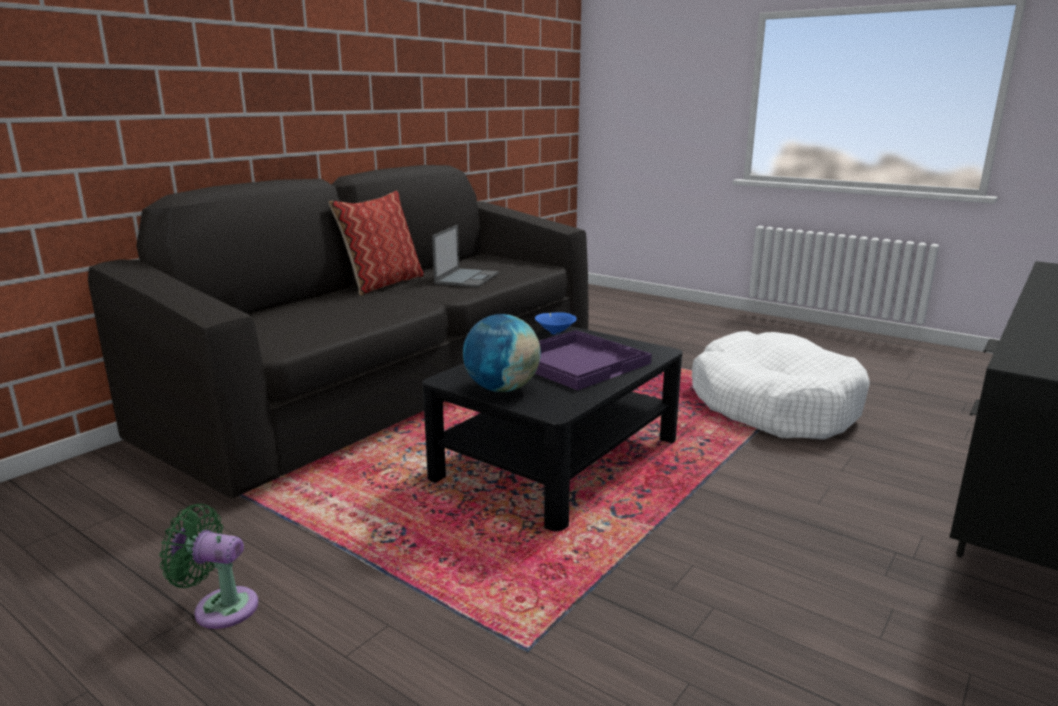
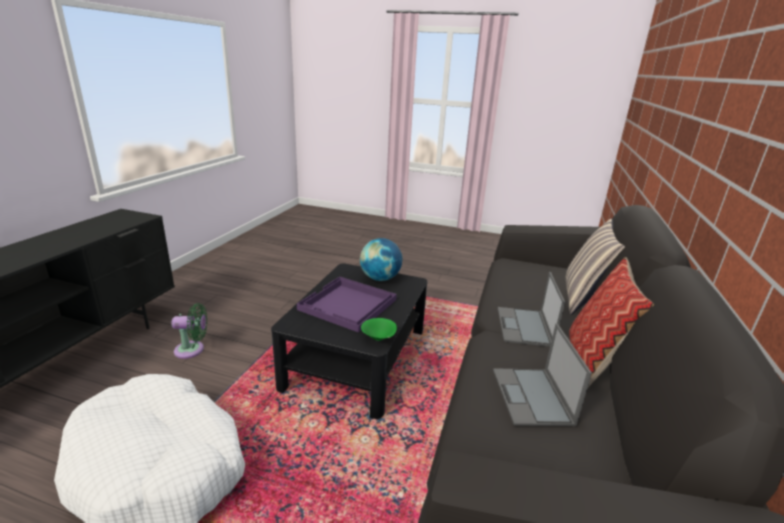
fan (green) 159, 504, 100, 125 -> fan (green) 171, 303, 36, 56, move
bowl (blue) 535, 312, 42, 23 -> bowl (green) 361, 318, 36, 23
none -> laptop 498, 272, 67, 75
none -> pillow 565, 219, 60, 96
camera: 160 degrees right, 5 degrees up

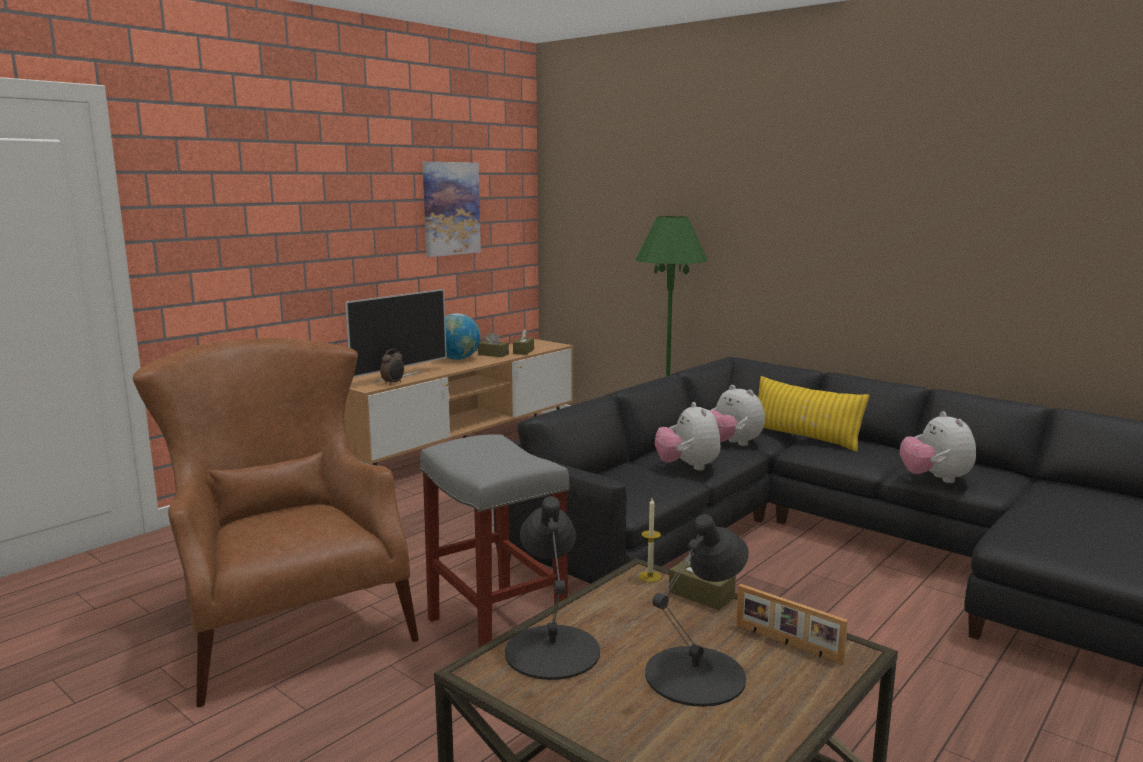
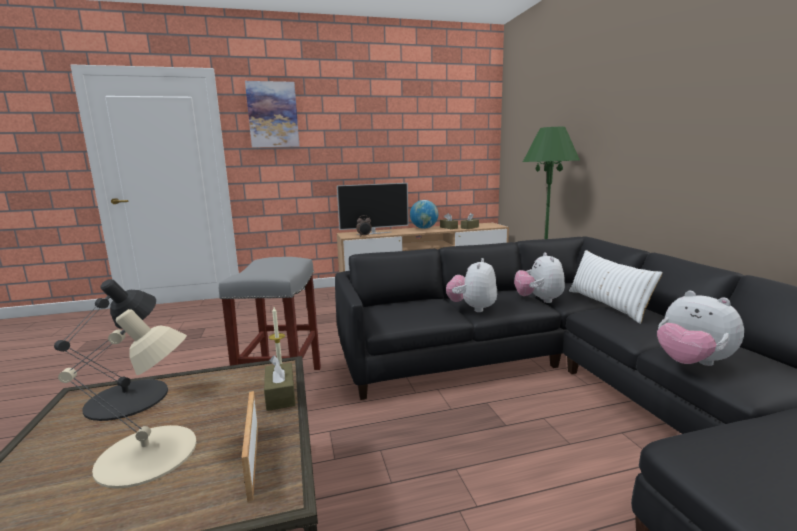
armchair (brown) 133, 338, 286, 369 -> none
picture 423, 162, 58, 95 -> picture 245, 81, 55, 67, move
table lamp (black) 645, 514, 104, 193 -> table lamp (beige) 58, 309, 138, 179
pillow (yellow) 758, 376, 112, 76 -> pillow (white) 569, 250, 94, 74
plush toy 900, 411, 76, 72 -> plush toy 657, 291, 87, 75, 60 degrees counterclockwise
camera: 35 degrees right, 0 degrees up

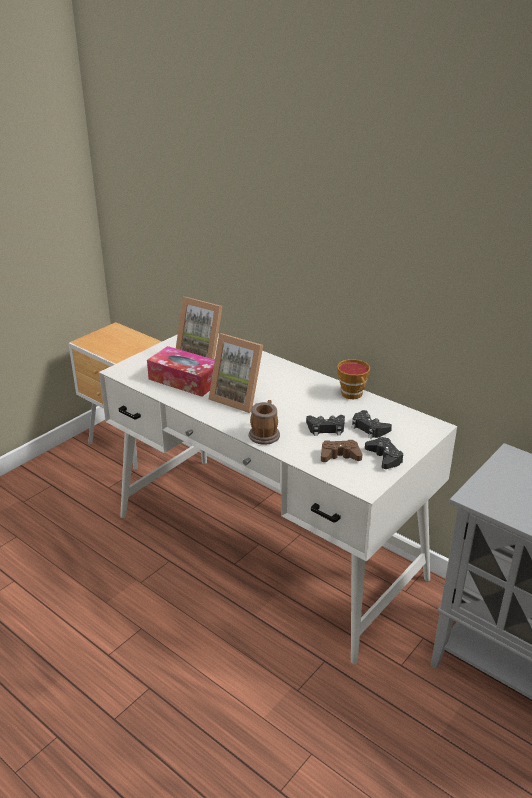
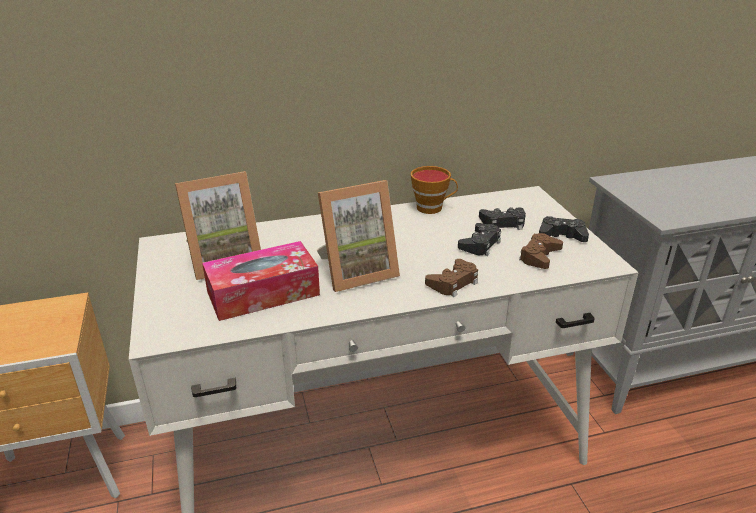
mug 249, 400, 31, 45 -> game controller (brown) 425, 259, 53, 38
camera: 55 degrees left, 0 degrees up

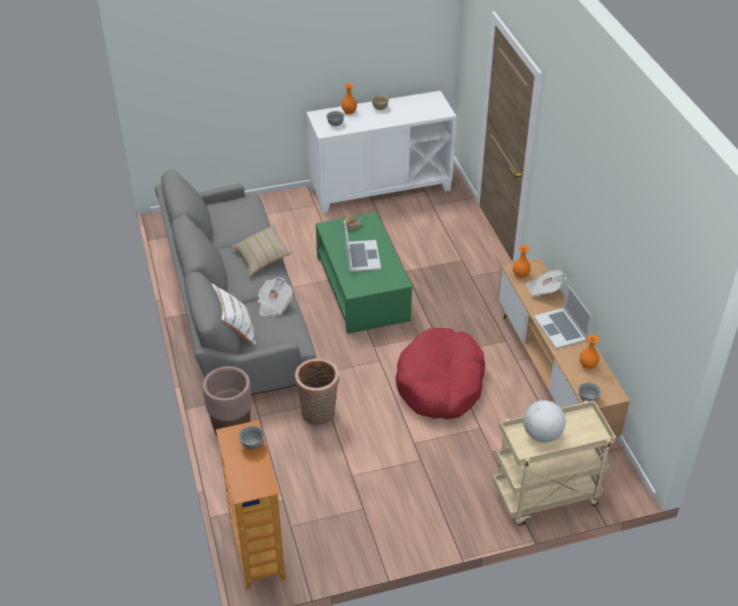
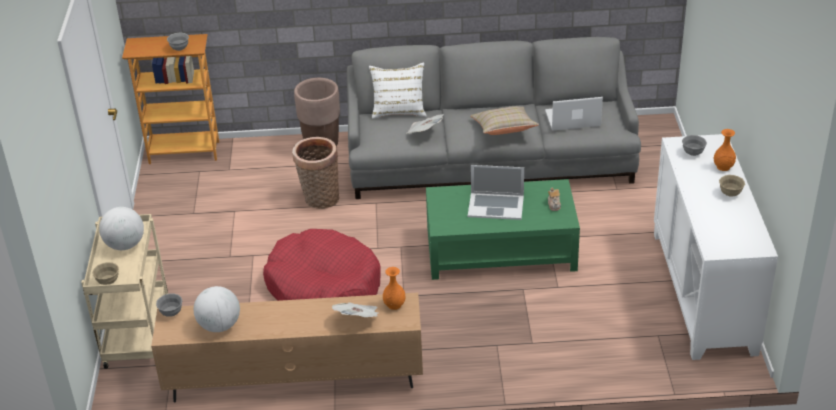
laptop 534, 285, 58, 64 -> laptop 545, 97, 58, 34, move
vase (orange) 579, 334, 20, 36 -> globe 194, 286, 46, 46
none -> bowl (beige) 92, 262, 27, 23
camera: 105 degrees right, 5 degrees down

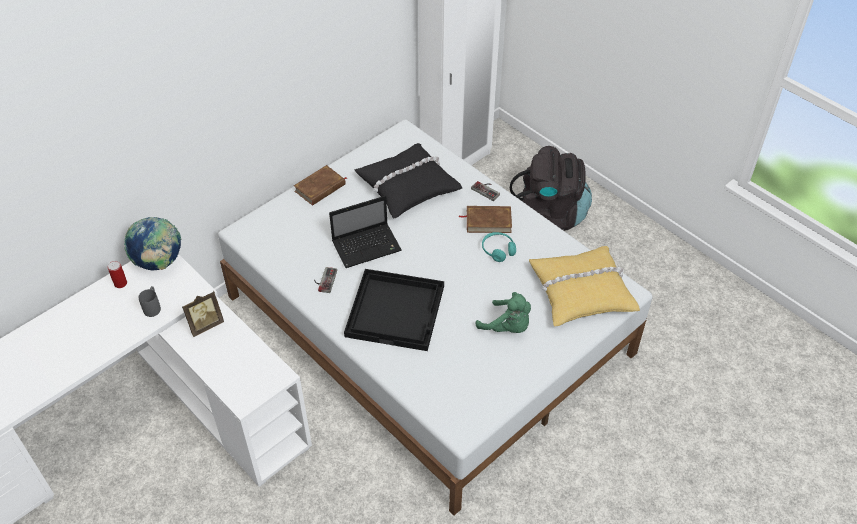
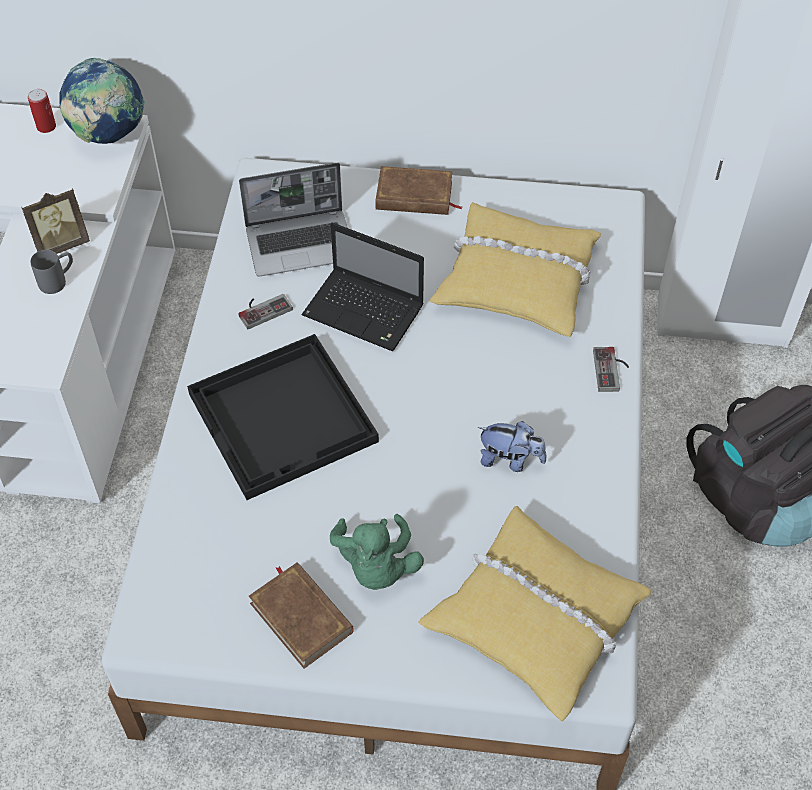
mug (grey) 138, 286, 23, 31 -> mug (grey) 30, 250, 43, 44, move
picture frame 182, 291, 42, 46 -> picture frame 21, 188, 69, 66, 45 degrees counterclockwise
pillow (black) 355, 143, 107, 76 -> pillow (yellow) 430, 202, 171, 135
book (brown) 459, 206, 53, 27 -> book (brown) 249, 562, 105, 107, move
headphones (turquoise) 482, 232, 34, 30 -> plush toy 478, 421, 68, 51
none -> laptop 239, 163, 109, 114
camera: 50 degrees right, 5 degrees up

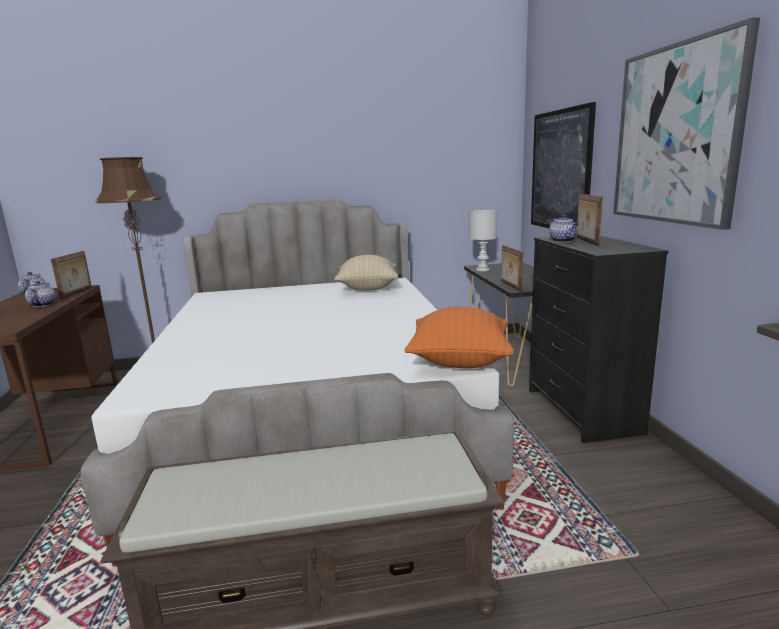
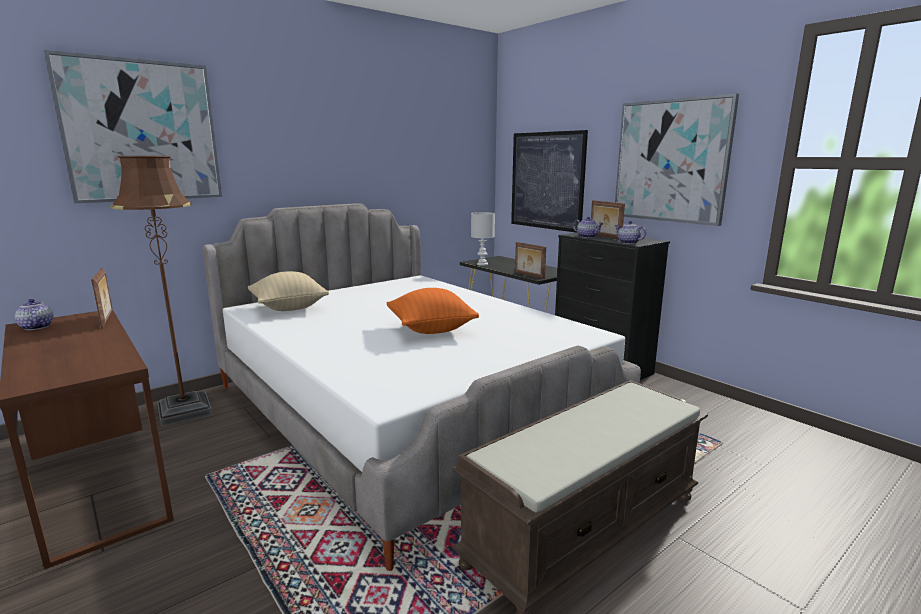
teapot 25, 281, 30, 26 -> teapot 614, 221, 32, 23, move
pillow (beige) 334, 255, 64, 36 -> pillow (beige) 248, 271, 81, 40, move
pillow (orange) 404, 307, 110, 61 -> pillow (orange) 387, 288, 92, 46, move
none -> picture 44, 50, 178, 153
camera: 30 degrees left, 0 degrees up

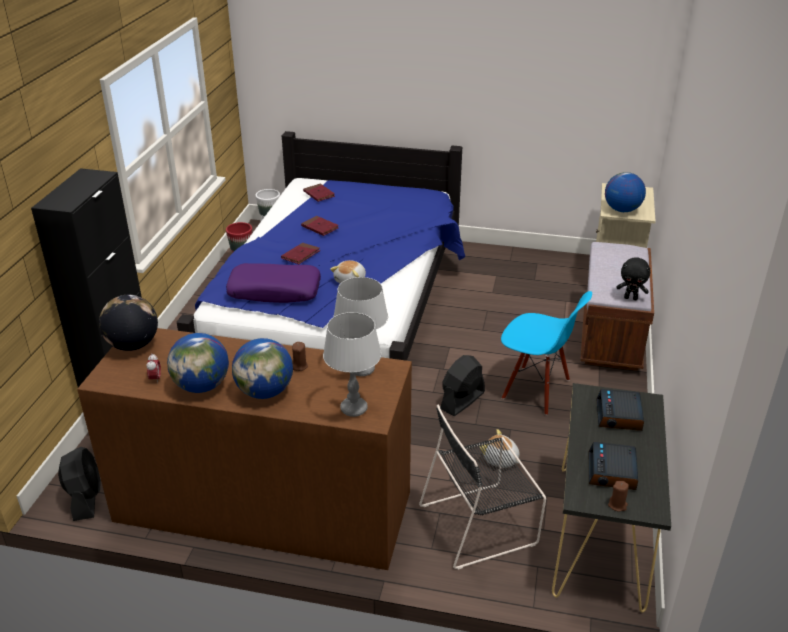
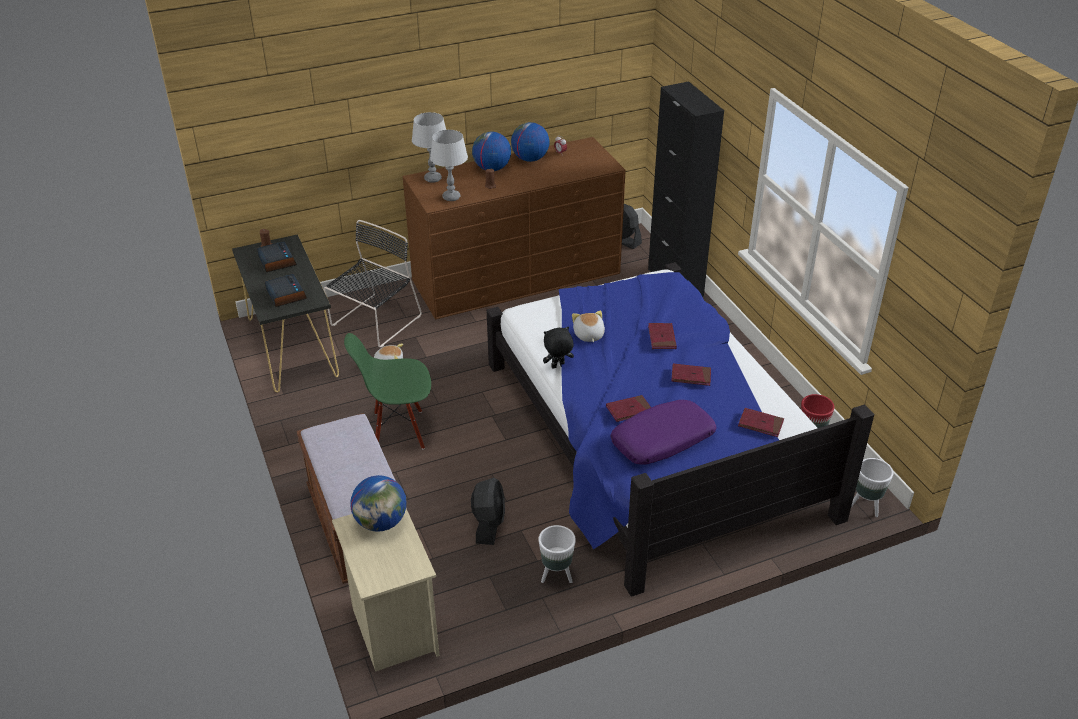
globe 99, 295, 59, 56 -> none
pillow (purple) 226, 263, 95, 40 -> pillow (purple) 610, 400, 107, 65, move
fan (black) 441, 355, 44, 61 -> fan (black) 471, 478, 34, 67, move
chair (blue) 501, 291, 91, 124 -> chair (green) 344, 333, 87, 116
plush toy (black) 616, 257, 34, 43 -> plush toy (black) 543, 327, 31, 41, move
none -> planter (white) 539, 525, 37, 58
none -> book (red) 606, 395, 45, 27
camera: 145 degrees right, 5 degrees up

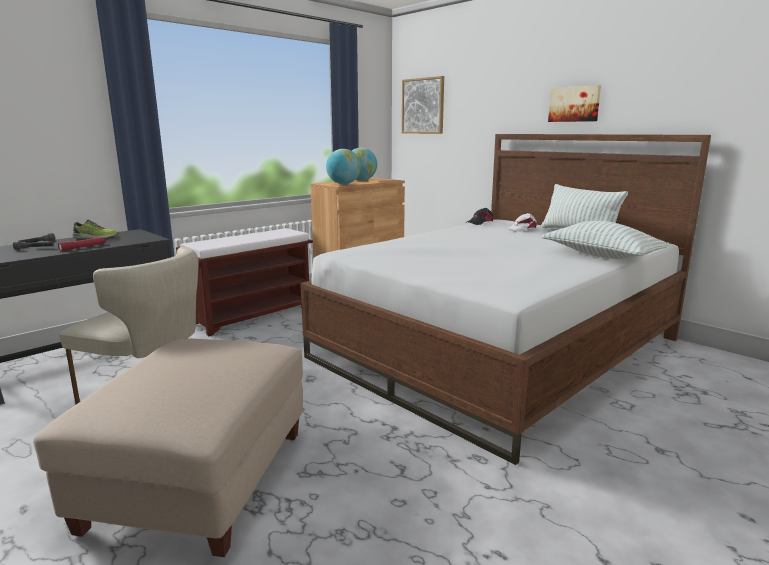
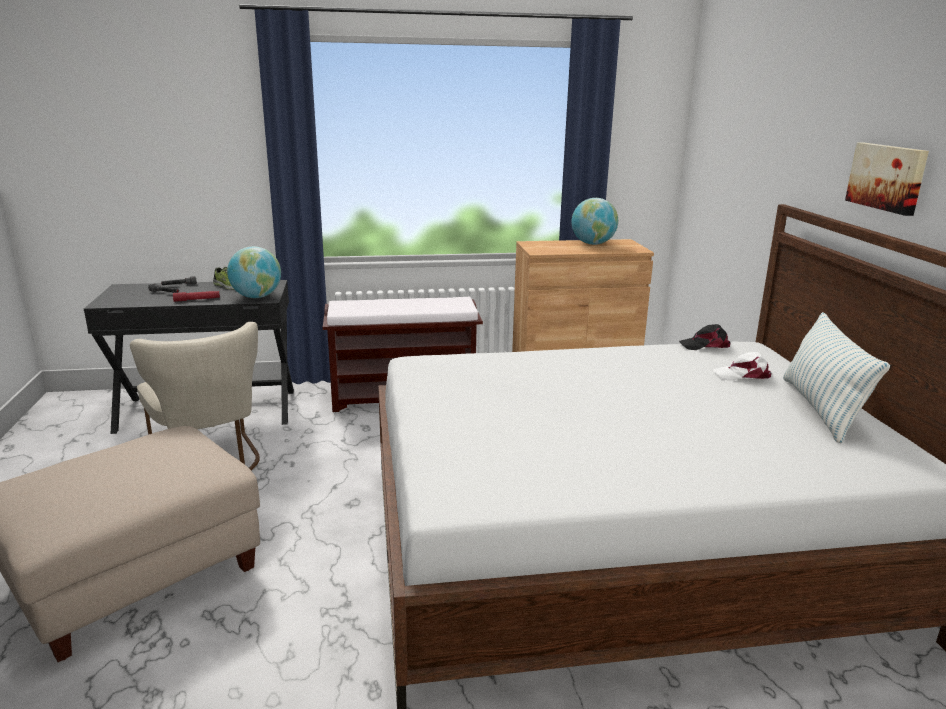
globe 326, 149, 35, 35 -> globe 227, 246, 54, 52, move
picture 402, 76, 42, 58 -> none
pillow 541, 221, 129, 38 -> none
camera: 35 degrees right, 5 degrees up

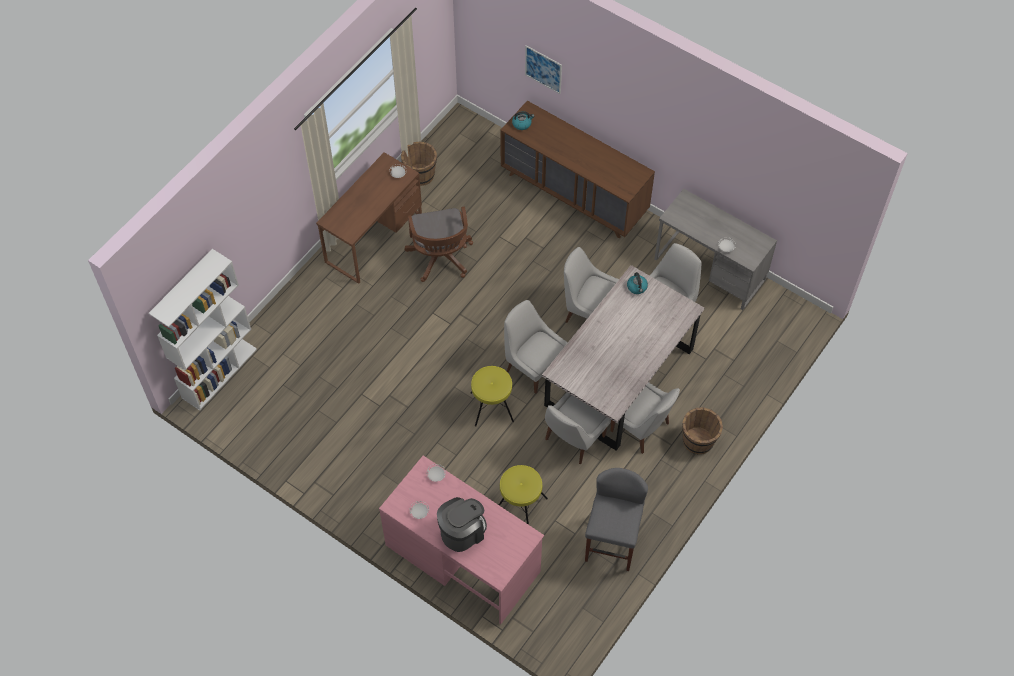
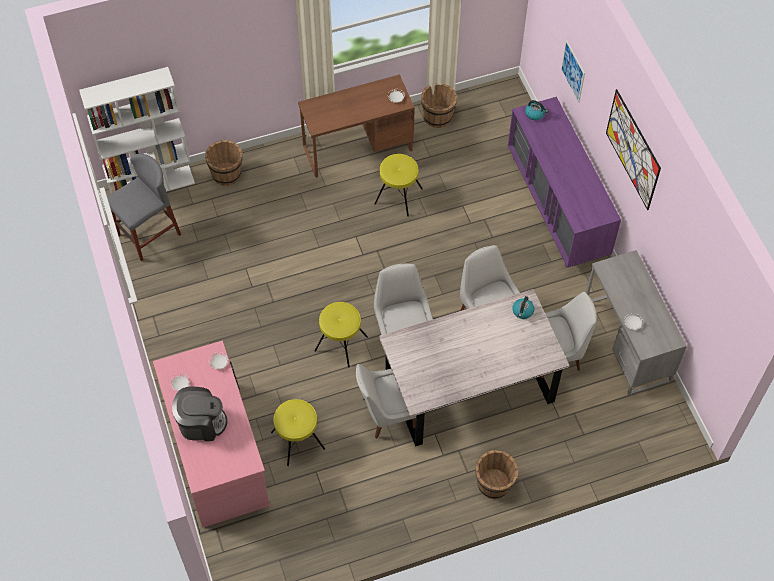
office chair (brown) 404, 207, 69, 75 -> stool (yellow) 374, 154, 49, 63
dresser (brown) 500, 101, 155, 137 -> dresser (purple) 508, 97, 113, 171
stool (grey) 585, 468, 63, 103 -> stool (grey) 107, 154, 74, 107, move
chair (white) 611, 382, 69, 72 -> none
none -> bucket (brown) 205, 140, 38, 46
none -> picture 606, 89, 55, 121
camera: 35 degrees right, 0 degrees up

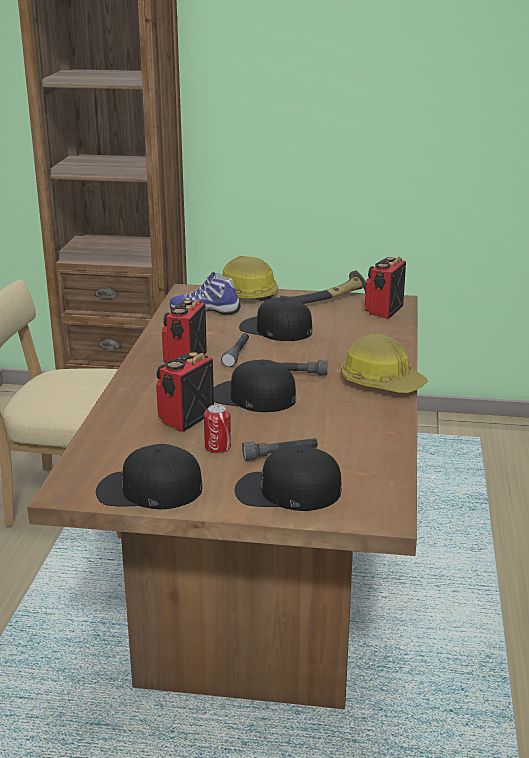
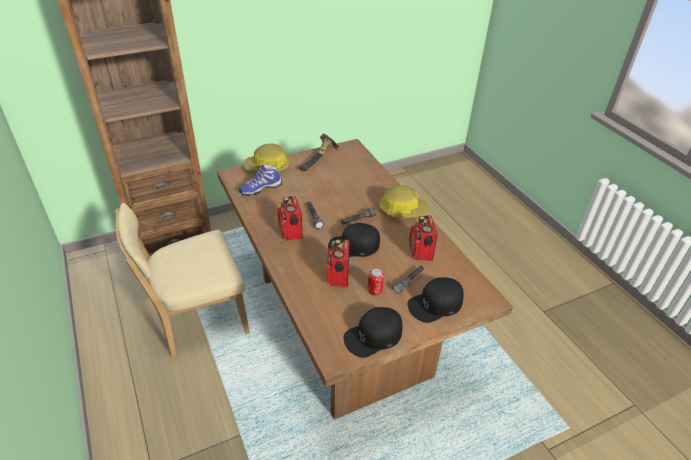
cap (black) 239, 297, 73, 44 -> none
radio 365, 257, 41, 62 -> radio 409, 215, 29, 46, move
camera: 35 degrees left, 15 degrees up

